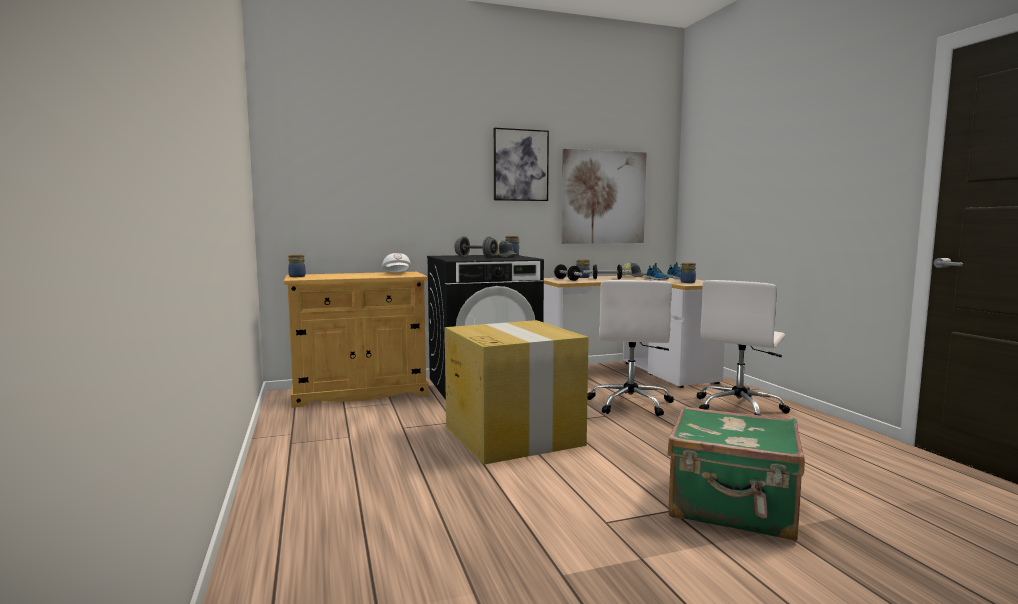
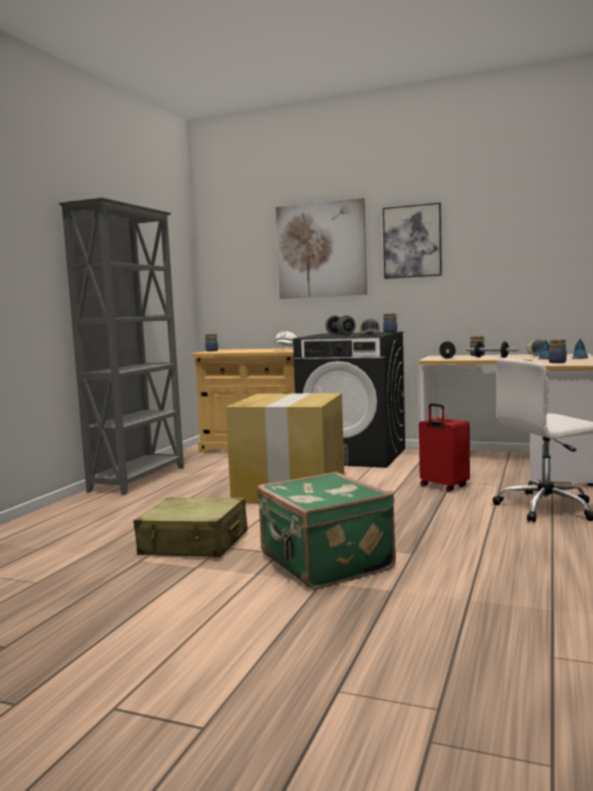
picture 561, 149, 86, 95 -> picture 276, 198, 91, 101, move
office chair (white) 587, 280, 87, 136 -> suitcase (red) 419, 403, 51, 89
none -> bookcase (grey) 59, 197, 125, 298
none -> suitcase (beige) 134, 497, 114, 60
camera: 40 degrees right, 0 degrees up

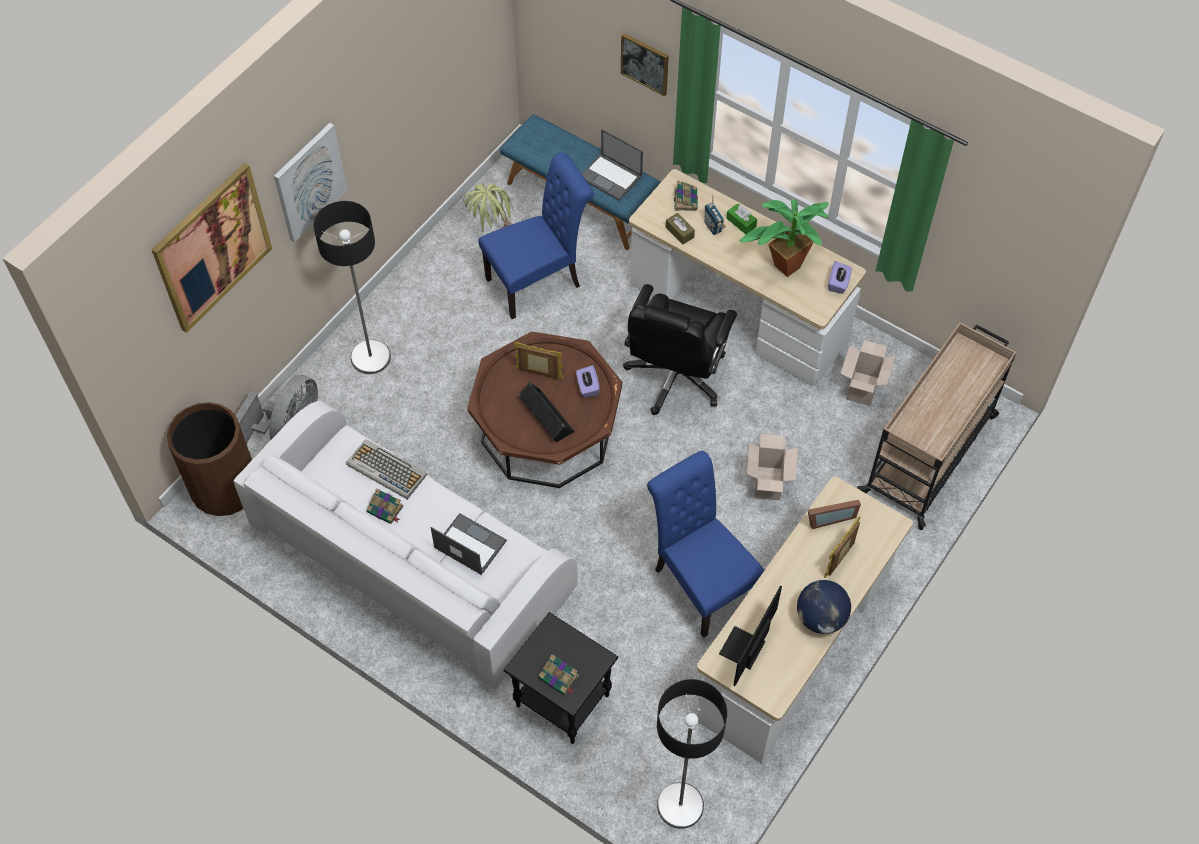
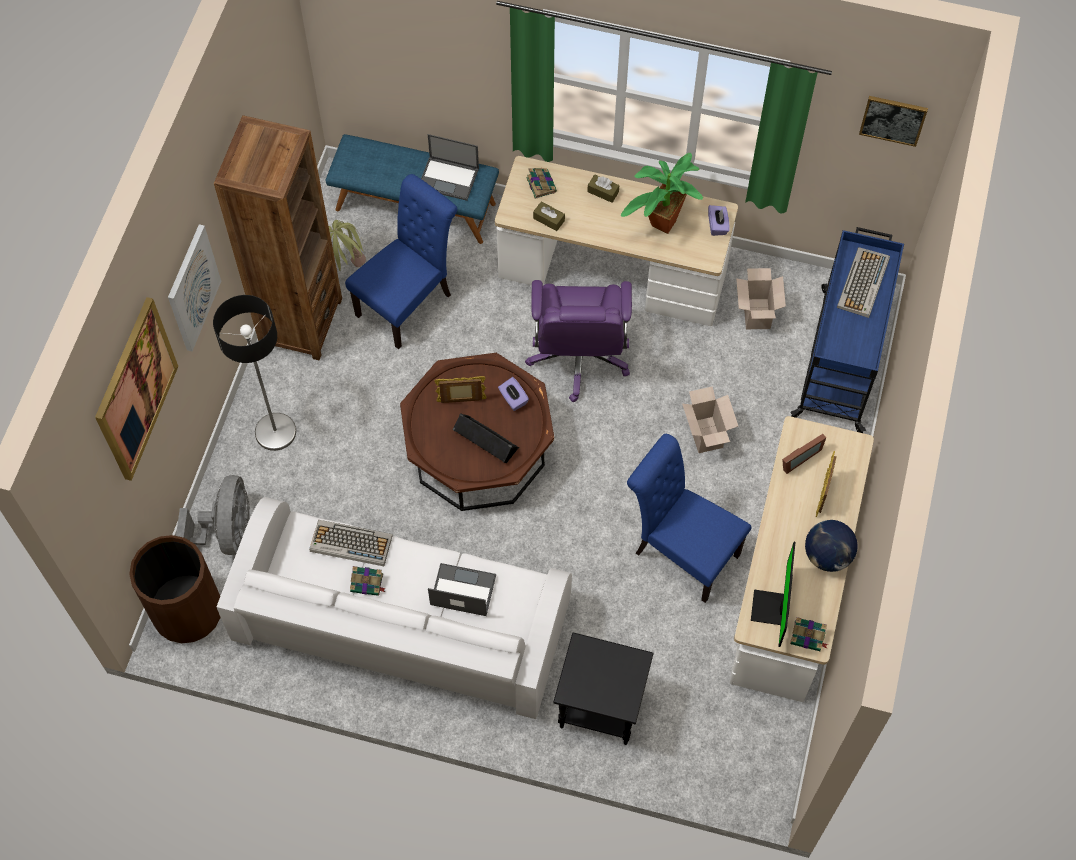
book 539, 654, 40, 41 -> book 790, 617, 38, 34, move
picture 621, 33, 48, 63 -> picture 859, 96, 69, 51, move
office chair (black) 623, 284, 114, 131 -> office chair (purple) 525, 280, 107, 122
floor lamp 657, 679, 70, 150 -> none
radio 704, 195, 22, 40 -> none
tissue box (green) 727, 203, 30, 31 -> tissue box (brown) 587, 174, 32, 29
cart (beige) 857, 322, 160, 208 -> cart (blue) 790, 227, 114, 206
none -> bookcase (brown) 214, 115, 128, 245
none -> keyboard 837, 247, 53, 71
camera: 20 degrees left, 5 degrees up

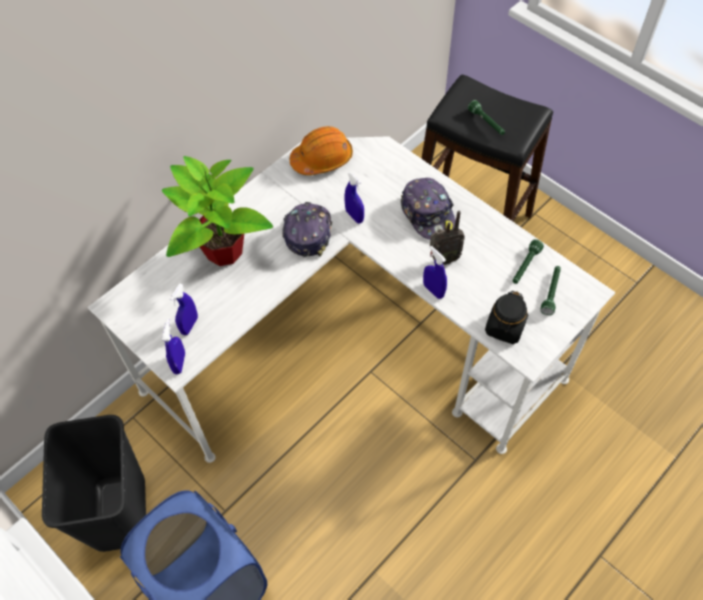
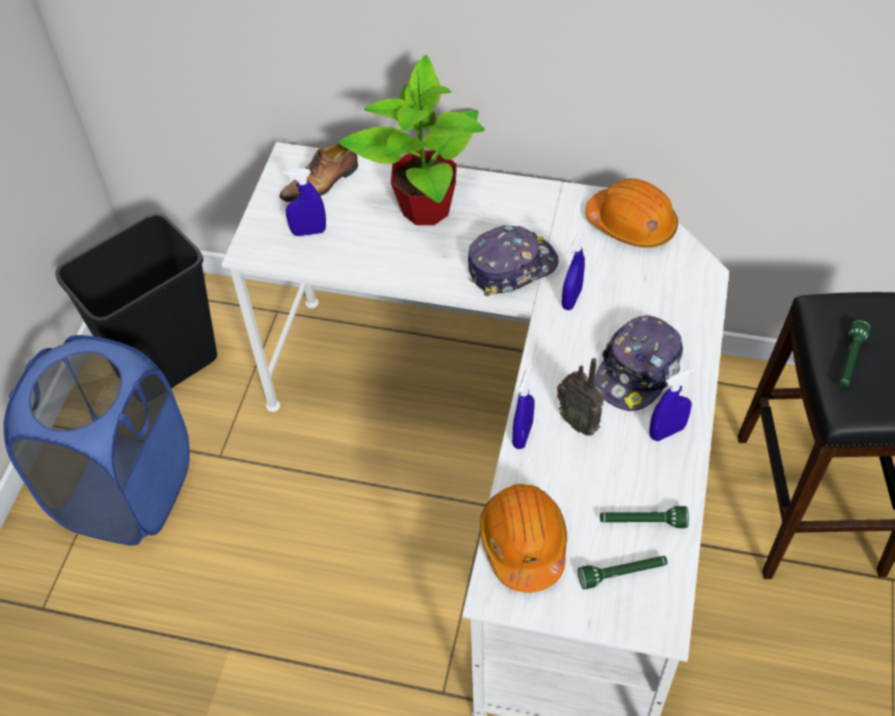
spray bottle (blue) 162, 319, 23, 55 -> spray bottle (blue) 649, 367, 47, 74, move
jar (black) 485, 291, 43, 53 -> hard hat (orange) 480, 484, 87, 109
none -> shoe 279, 142, 79, 60
camera: 60 degrees right, 5 degrees down

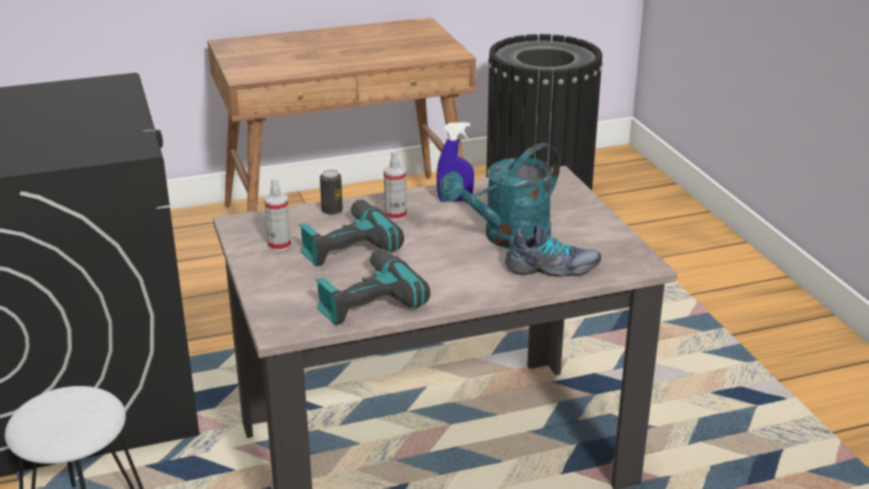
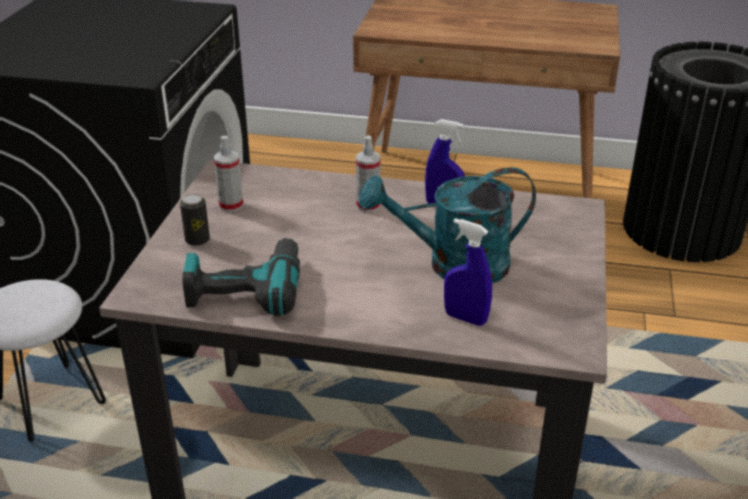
power drill 299, 200, 105, 67 -> none
can 320, 170, 23, 45 -> can 180, 194, 30, 52, move
shoe 505, 225, 96, 52 -> spray bottle (blue) 444, 218, 48, 108
camera: 30 degrees right, 5 degrees up

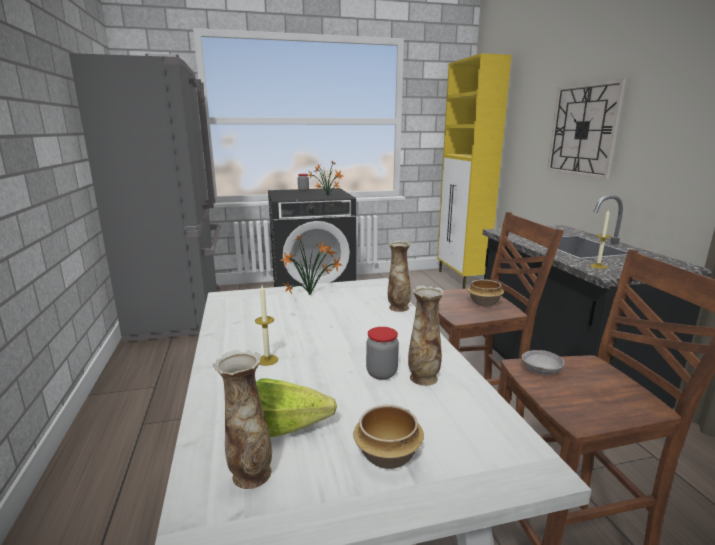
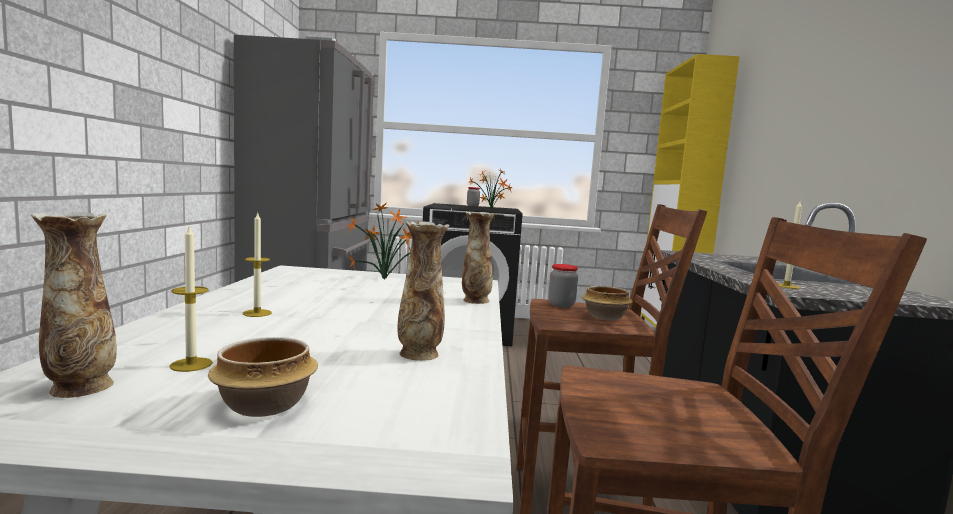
lettuce 256, 378, 81, 59 -> candle 169, 226, 44, 146
jar 366, 327, 33, 53 -> jar 548, 264, 30, 44, move
bowl (grey) 522, 350, 43, 25 -> none
wall clock 547, 79, 80, 100 -> none
camera: 15 degrees right, 10 degrees down

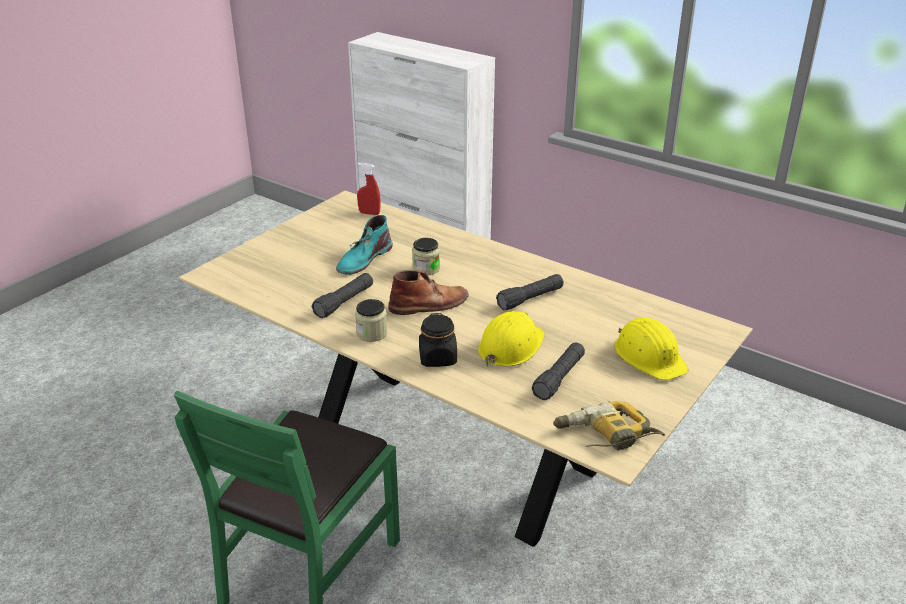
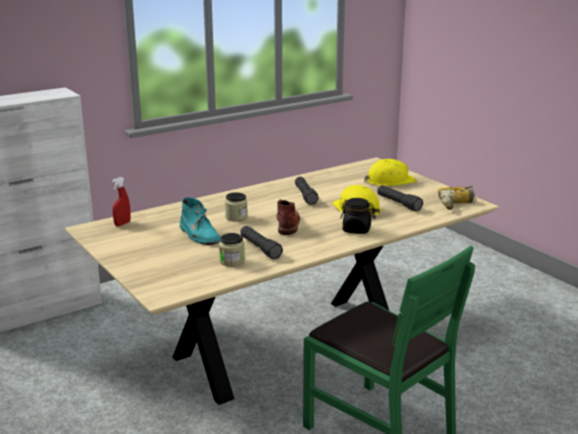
jar 355, 299, 32, 43 -> jar 219, 233, 26, 34, move
camera: 70 degrees left, 10 degrees down

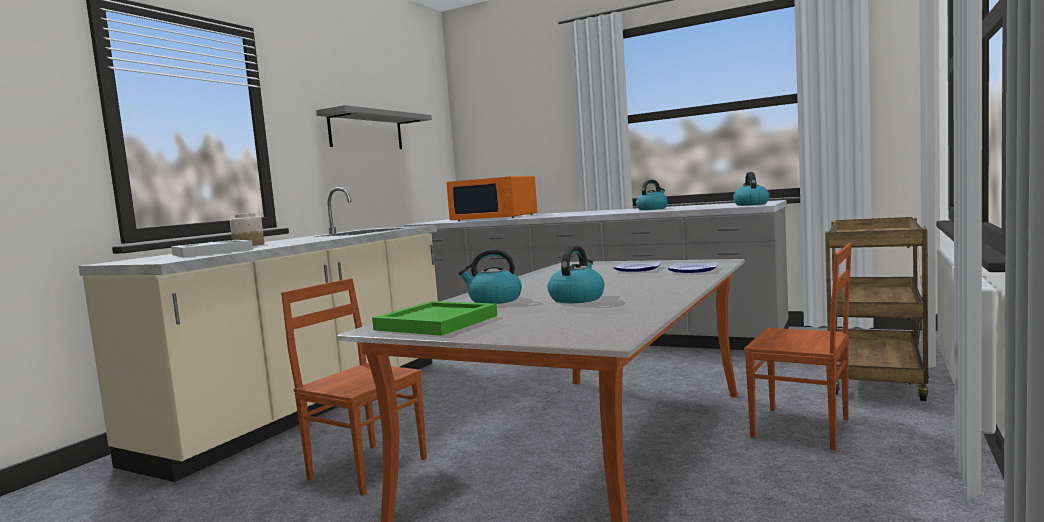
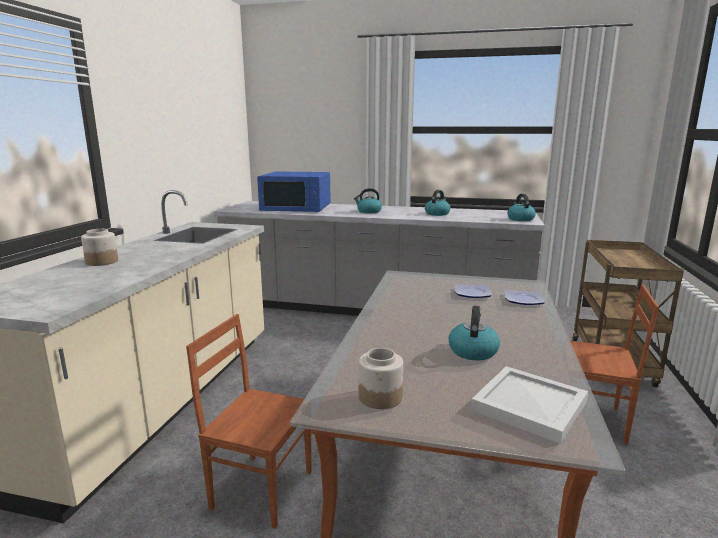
tray (white) 171, 240, 82, 17 -> tray (white) 471, 366, 117, 78, move
shelf (grey) 316, 105, 116, 44 -> none
tray (green) 372, 301, 125, 35 -> jar 359, 348, 44, 61
microwave (orange) 446, 176, 91, 45 -> microwave (blue) 257, 171, 74, 41
kettle 458, 249, 64, 55 -> kettle 354, 188, 28, 25, move
camera: 15 degrees left, 10 degrees up

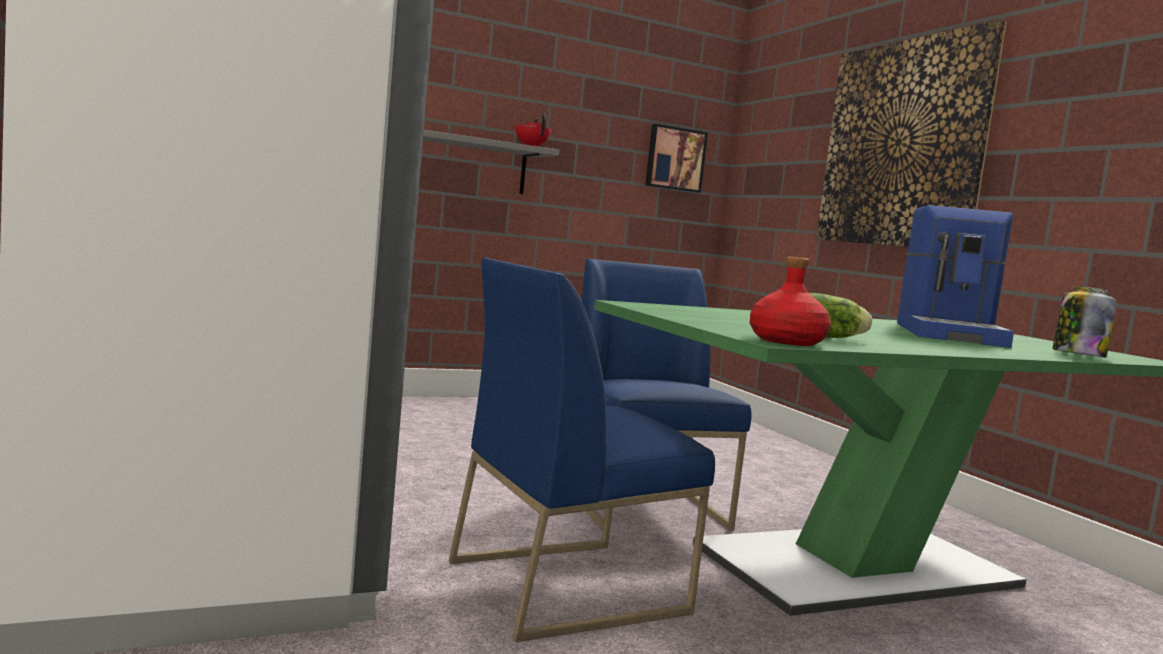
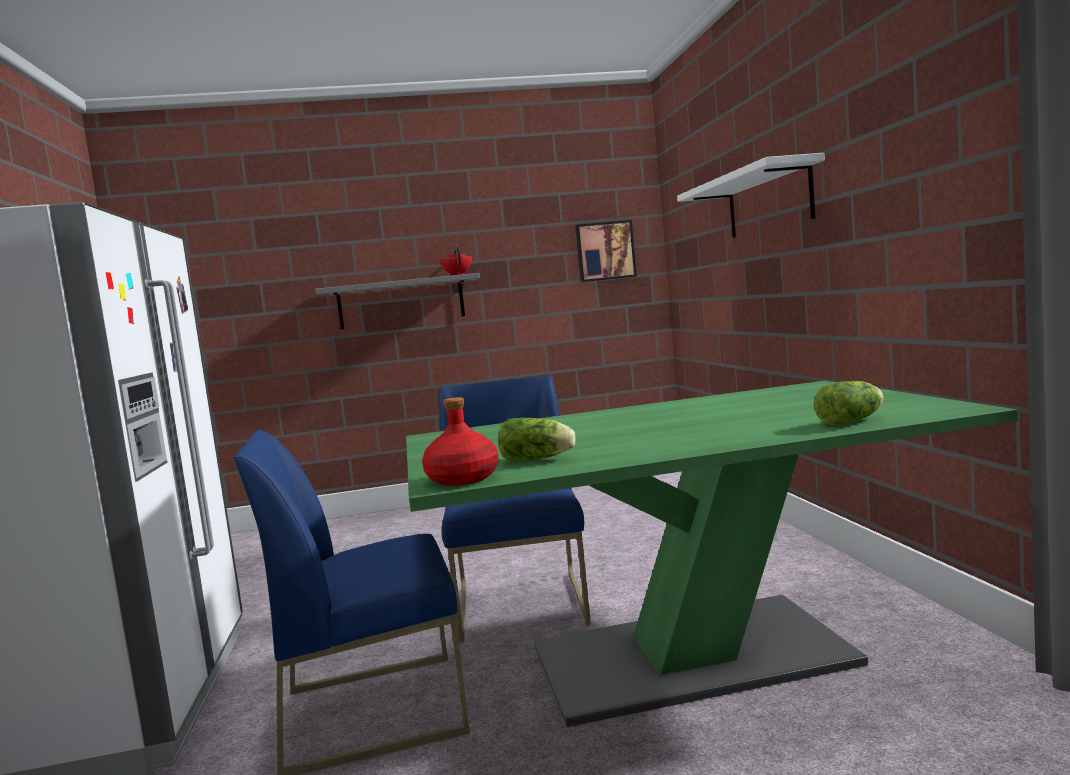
picture 816, 20, 191, 227 -> shelf (white) 677, 153, 148, 85
coffee machine 897, 205, 117, 143 -> none
jar 1053, 286, 63, 71 -> lettuce 814, 381, 70, 45
camera: 15 degrees right, 0 degrees up

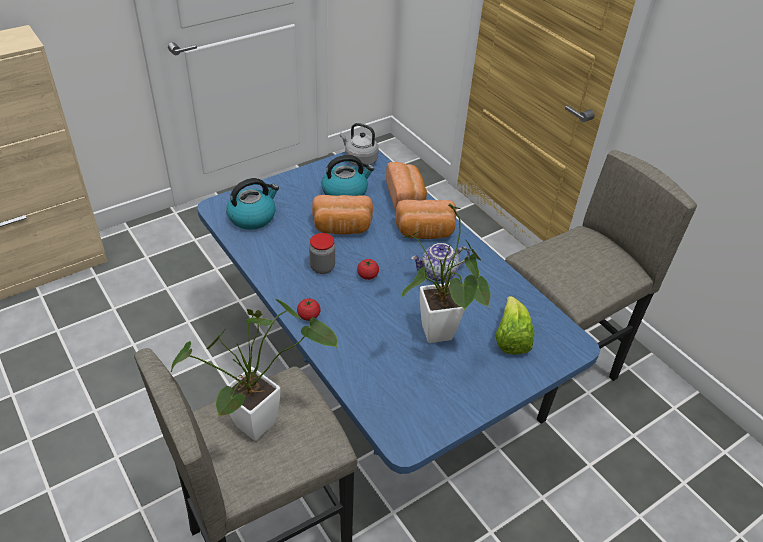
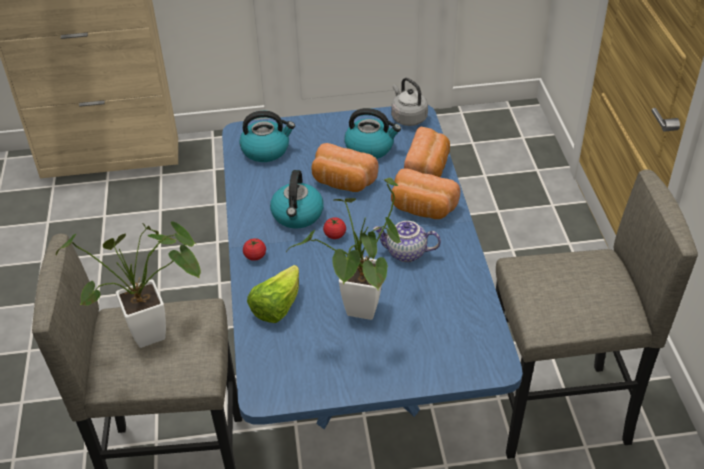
jar 309, 233, 26, 41 -> kettle 270, 170, 54, 58
lettuce 495, 296, 40, 59 -> lettuce 247, 265, 52, 58, move
camera: 30 degrees right, 0 degrees up

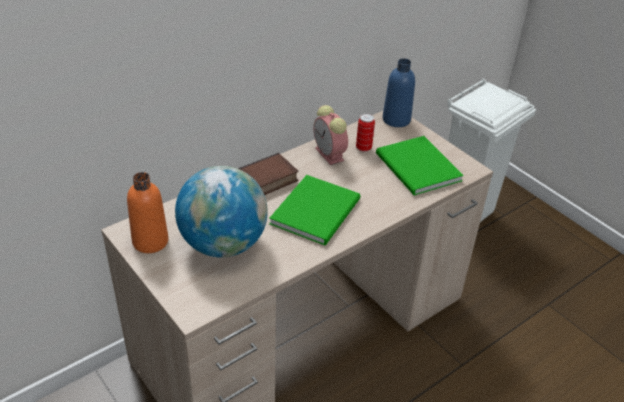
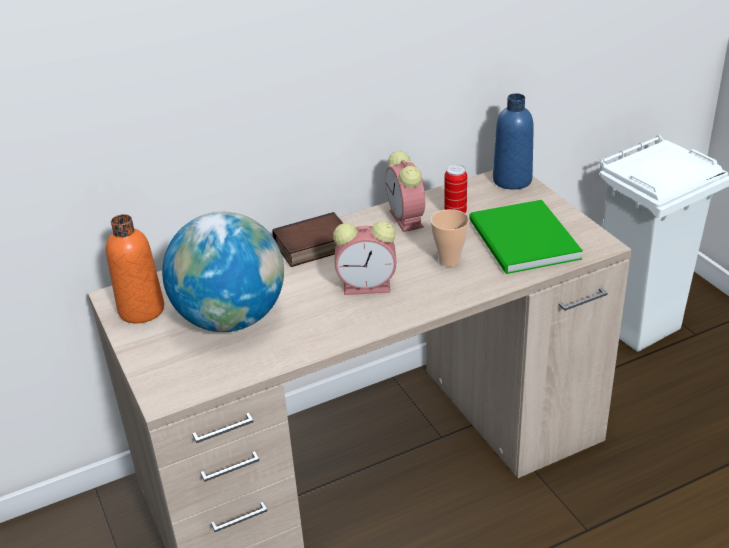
book (green) 269, 175, 91, 70 -> alarm clock 333, 221, 63, 74
none -> cup 430, 209, 40, 58
camera: 15 degrees right, 5 degrees down

